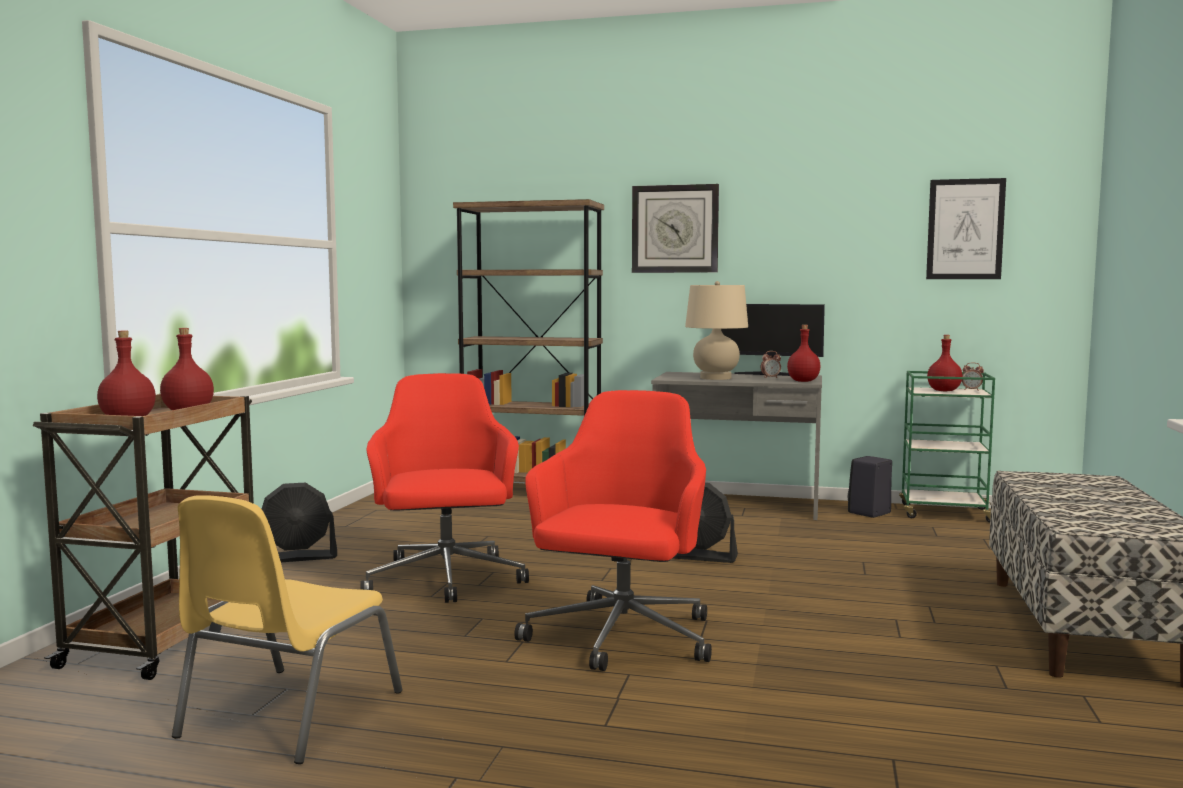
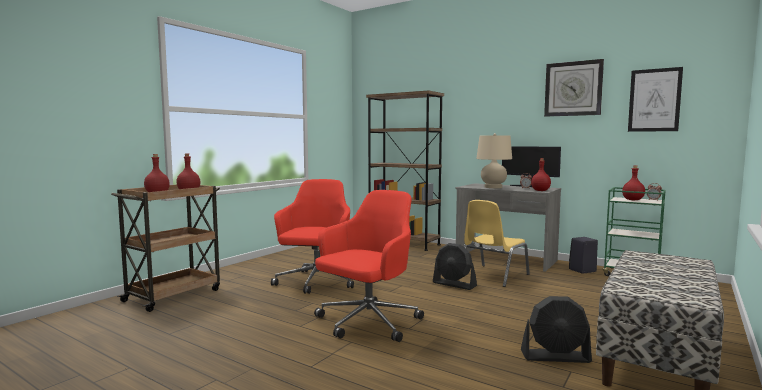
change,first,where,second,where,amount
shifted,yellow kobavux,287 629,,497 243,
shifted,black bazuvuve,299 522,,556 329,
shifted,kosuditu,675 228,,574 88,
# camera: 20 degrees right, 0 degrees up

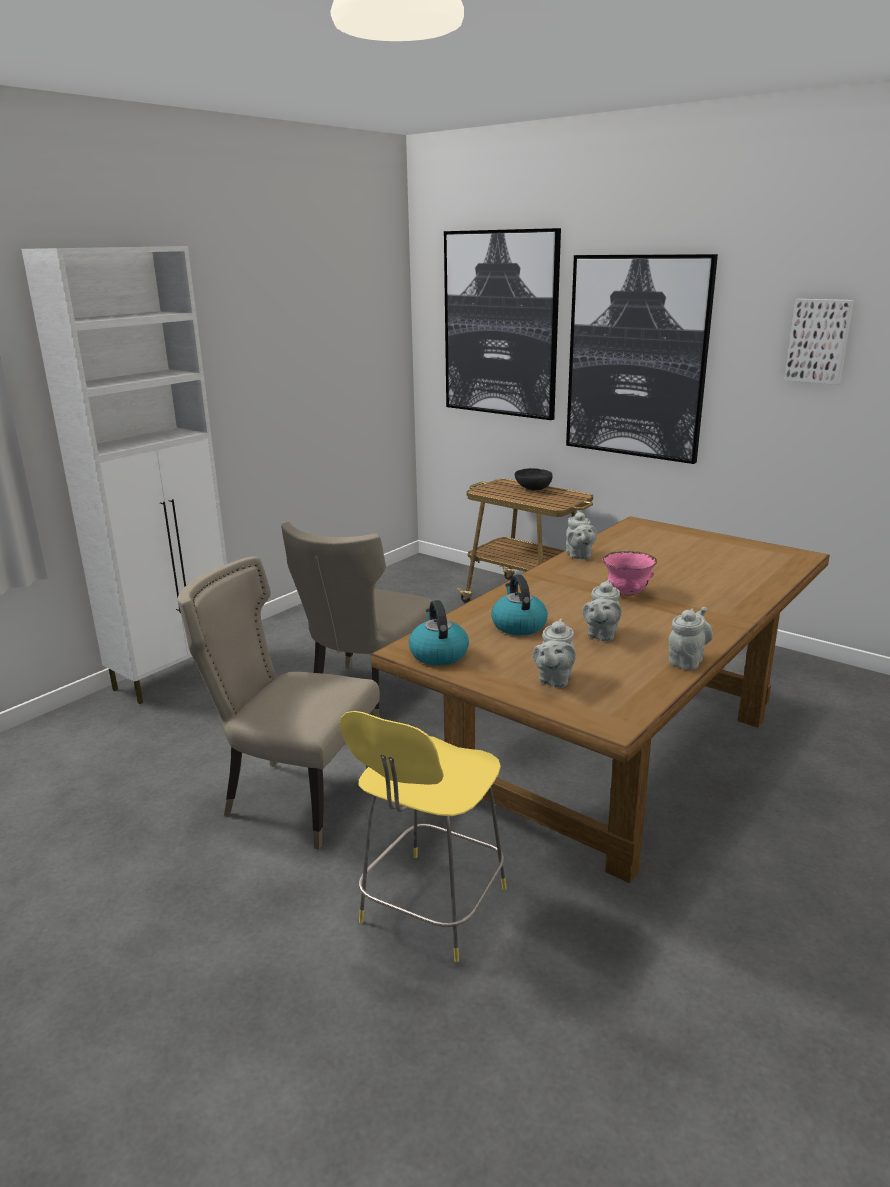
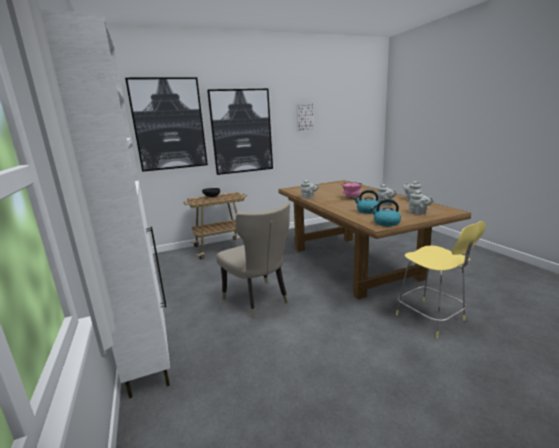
change,first,where,second,where,amount
gone,beige kobavux,279 703,,,
# camera: 60 degrees left, 5 degrees down

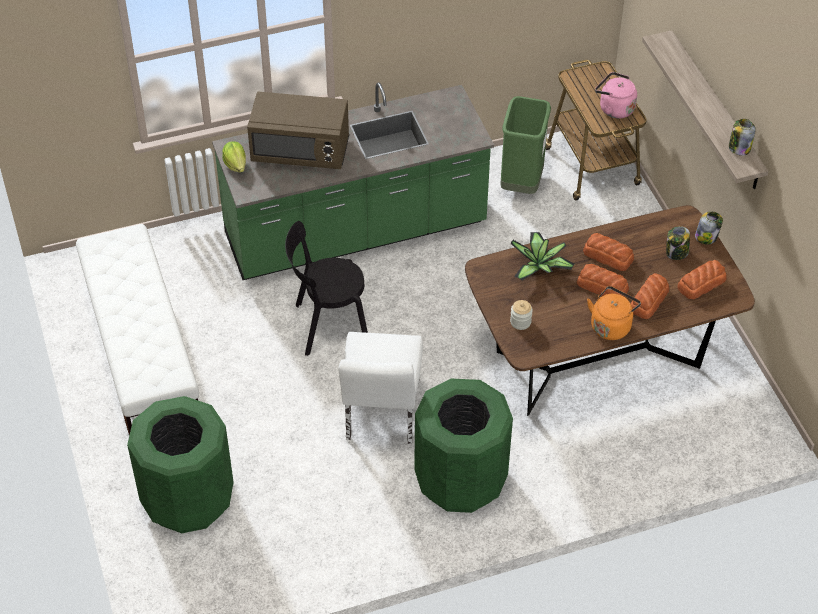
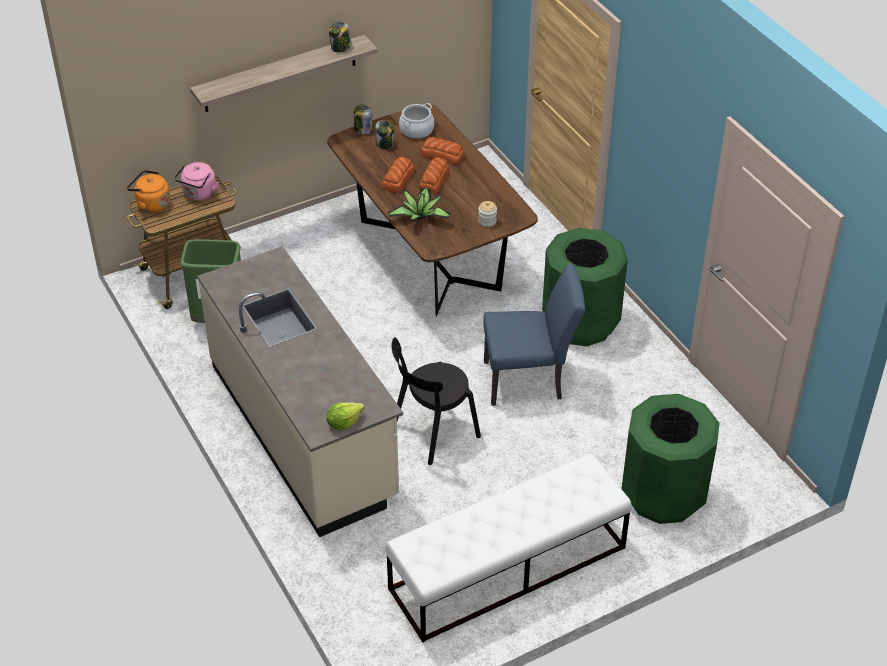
change,first,where,second,where,amount
repainted,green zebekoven,353 181,beige zebekoven,300 391,
gone,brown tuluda,298 130,,,
rotated,black kobavux,326 288,,436 401,75 degrees clockwise
repainted,white kobavux,380 388,blue kobavux,534 335,
shifted,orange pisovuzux,614 313,,148 191,
swapped,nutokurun,702 279,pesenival,416 121,
# camera: 100 degrees left, 5 degrees down

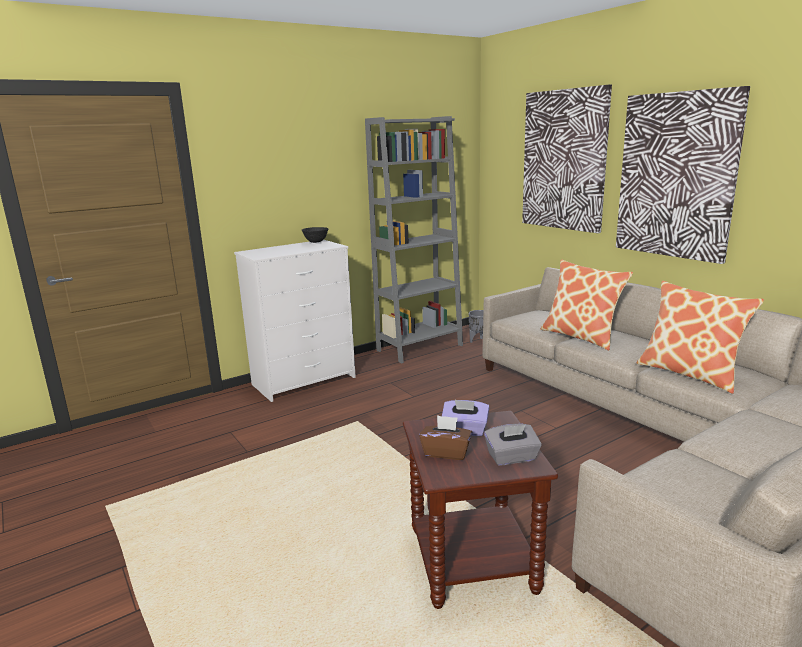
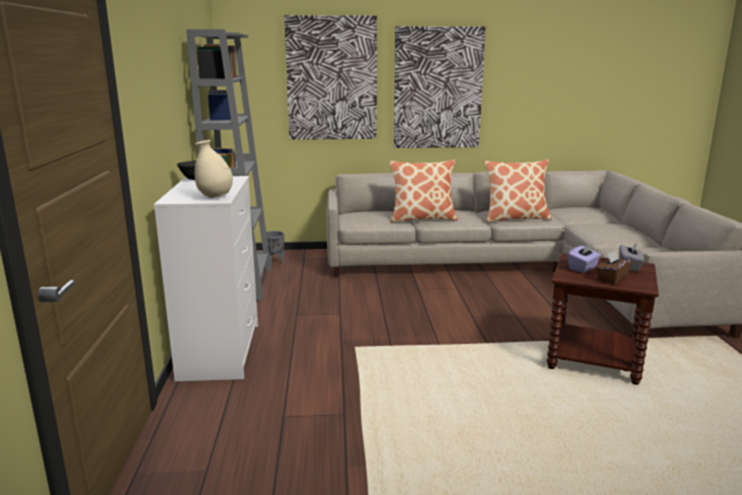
change,first,where,second,where,amount
new,,,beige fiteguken,214 169,
# camera: 60 degrees left, 0 degrees up

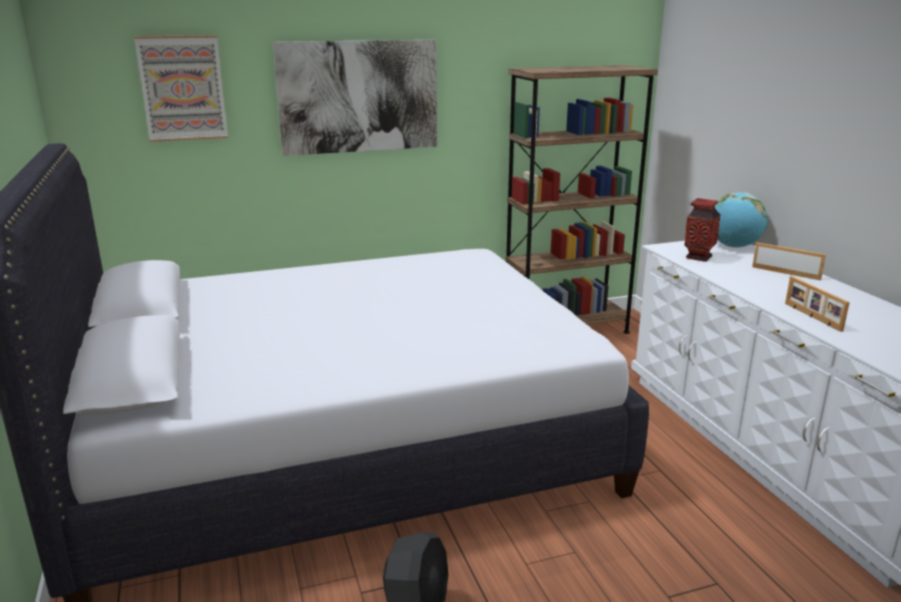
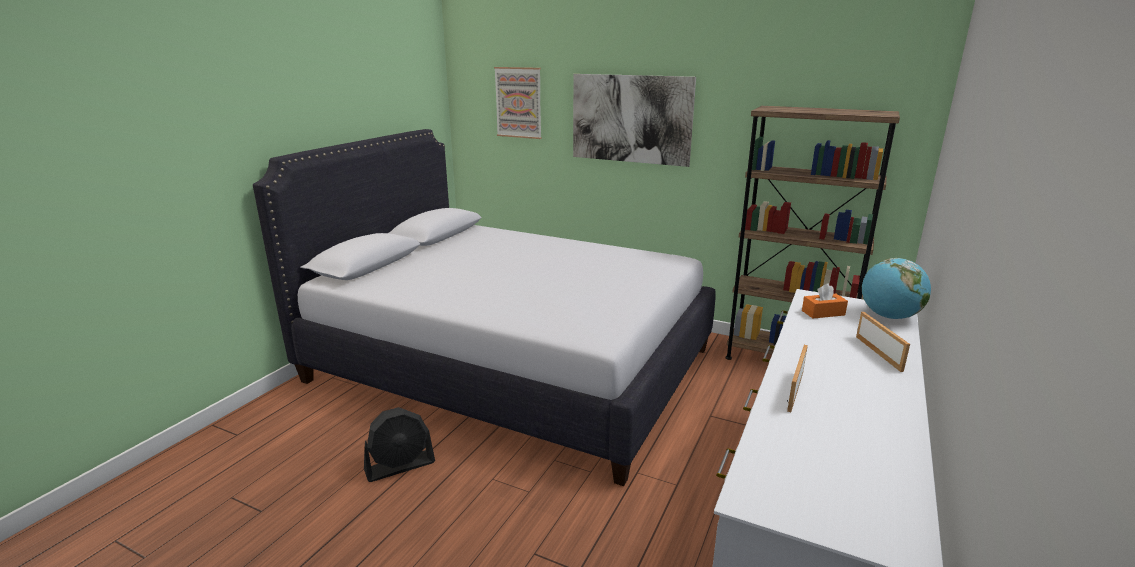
change,first,where,second,where,amount
swapped,fiteguken,702 230,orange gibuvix,825 301,
# camera: 45 degrees right, 0 degrees up

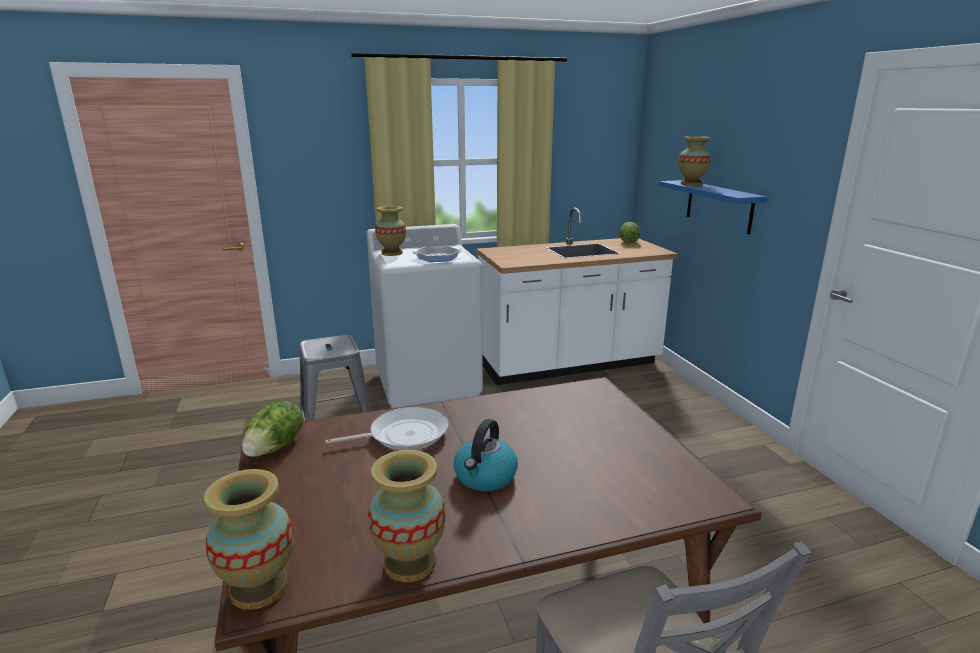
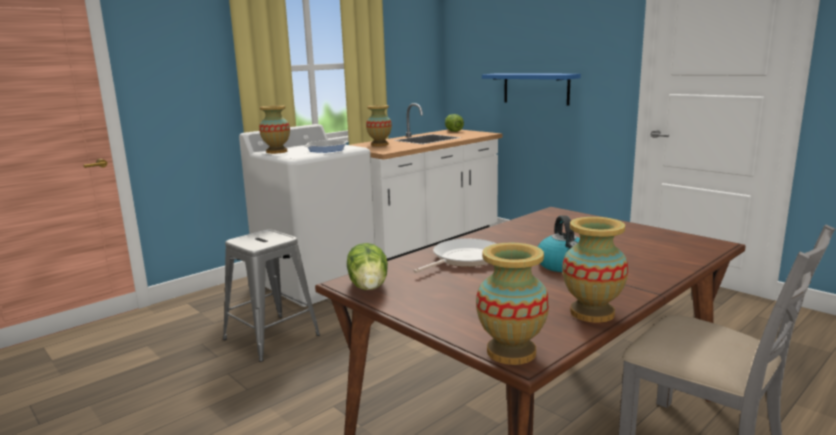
change,first,where,second,where,amount
shifted,fiteguken,694 161,,379 125,
# camera: 25 degrees left, 5 degrees down

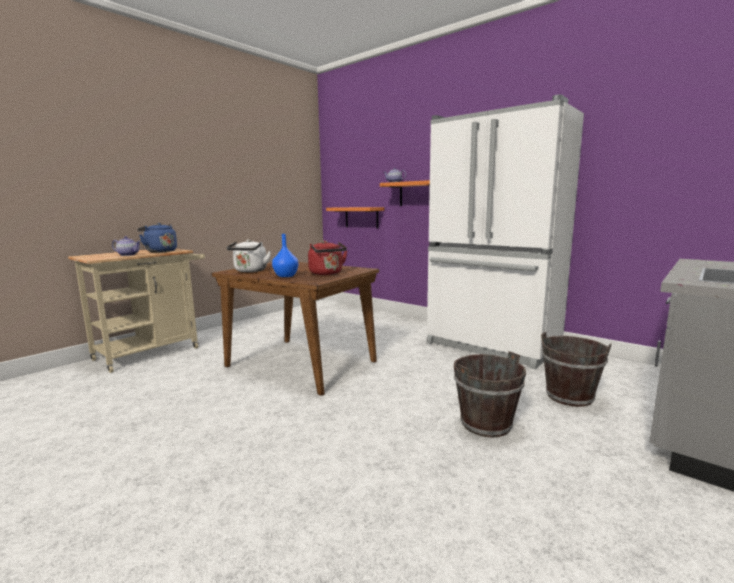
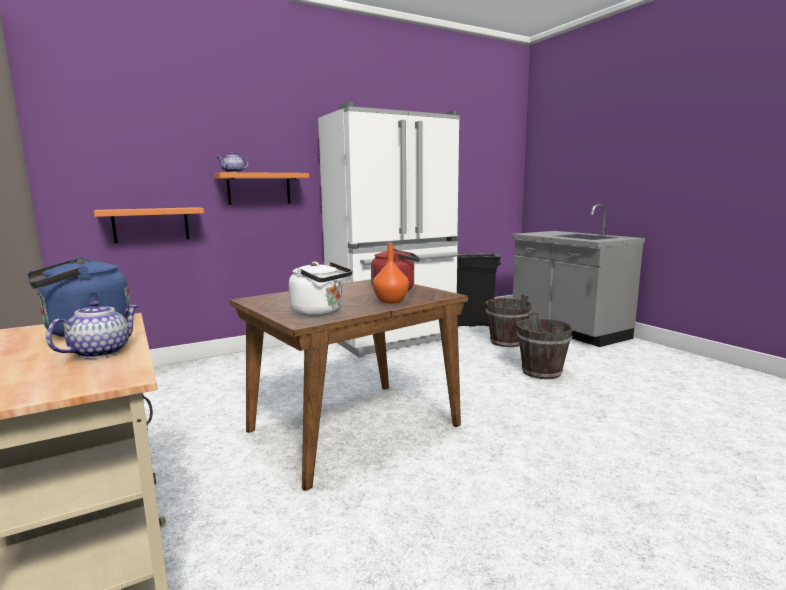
change,first,where,second,where,amount
repainted,blue fiteguken,285 255,orange fiteguken,391 273,
new,,,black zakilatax,479 290,
# camera: 70 degrees left, 0 degrees up

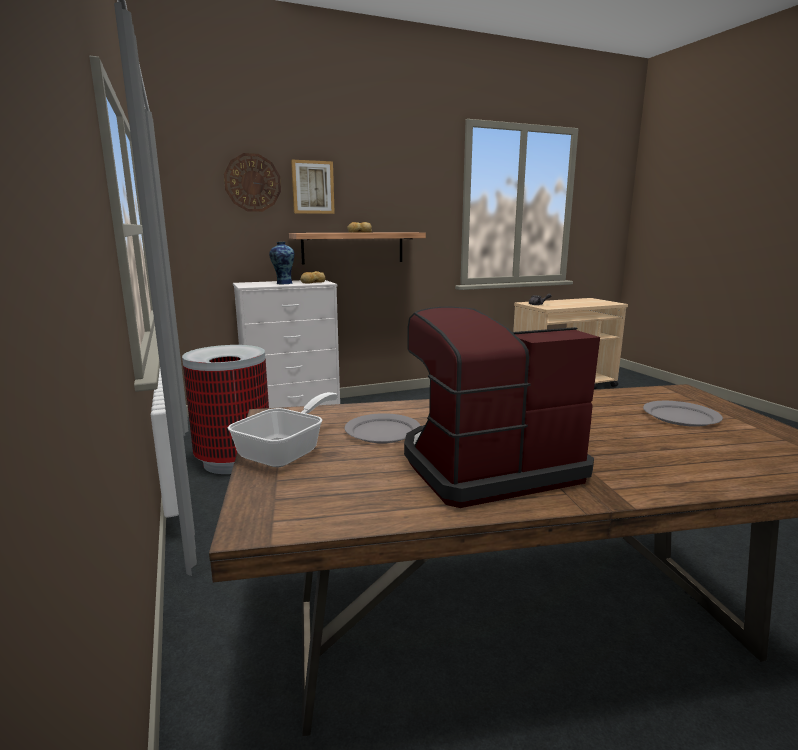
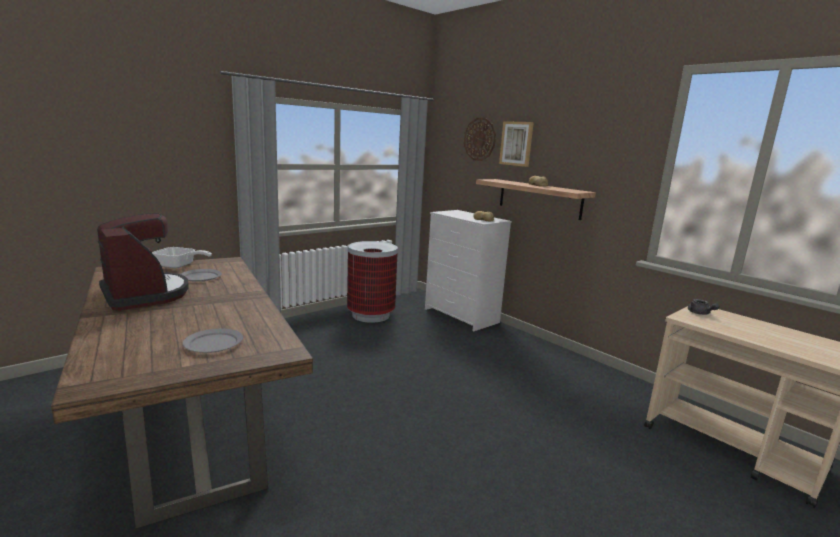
change,first,where,second,where,amount
gone,fiteguken,282 263,,,
# camera: 70 degrees right, 0 degrees up

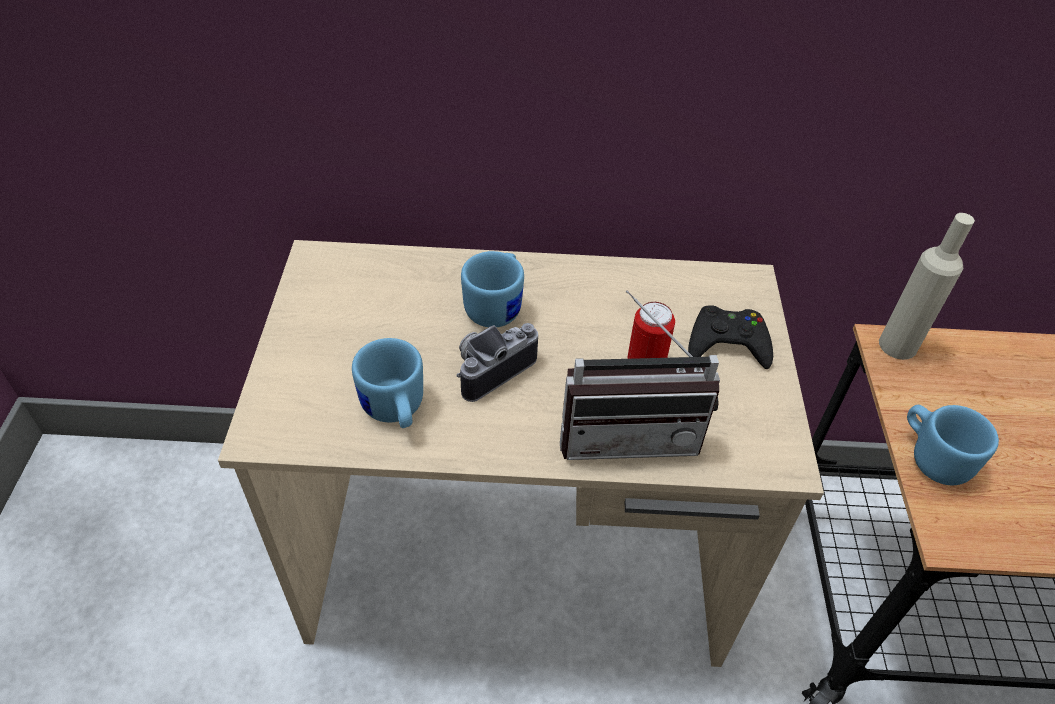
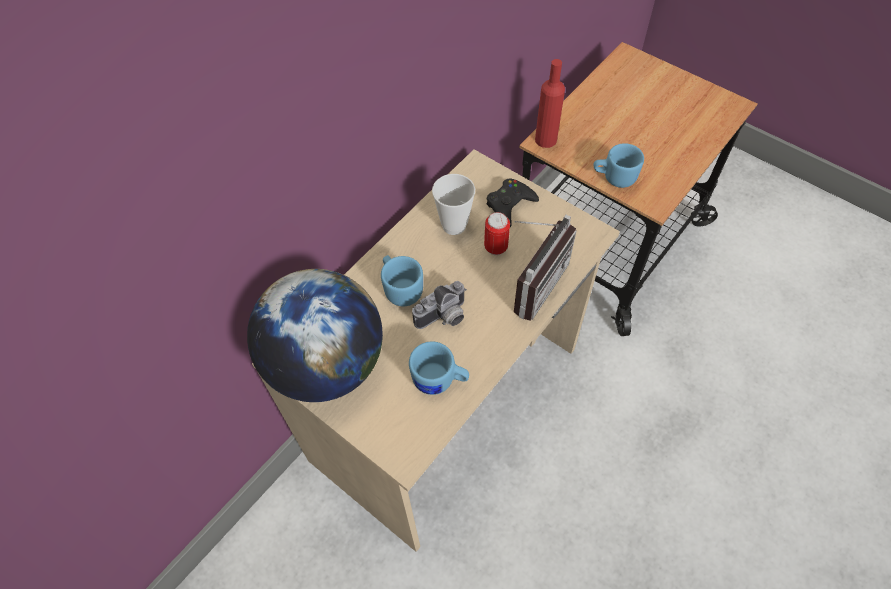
change,first,where,second,where,amount
rotated,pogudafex,497 362,,439 305,120 degrees counterclockwise
repainted,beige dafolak,927 286,red dafolak,550 103,
new,,,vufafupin,315 335,
new,,,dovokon,453 204,
# camera: 50 degrees left, 10 degrees up

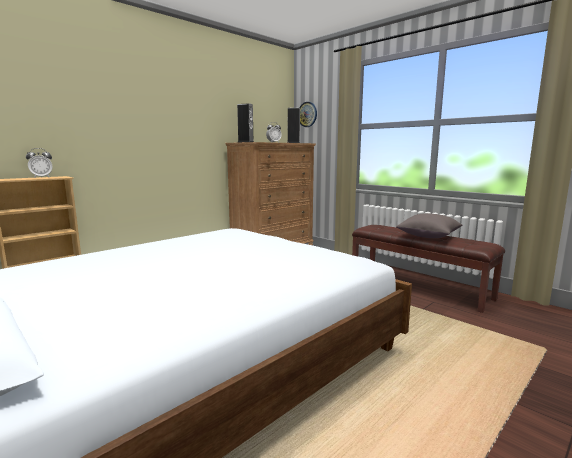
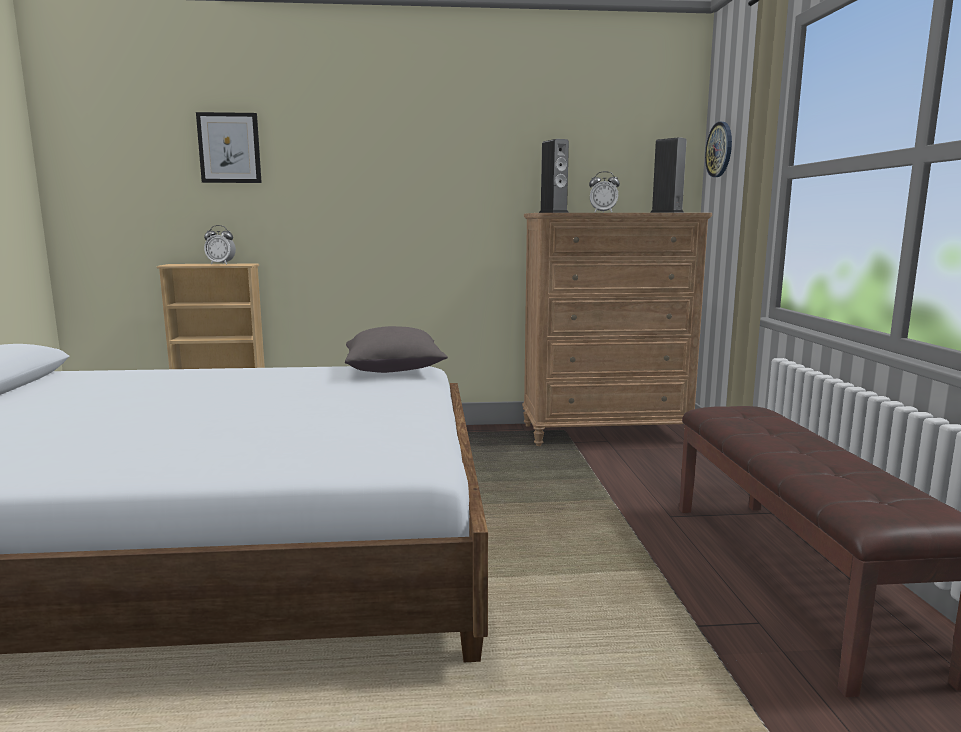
change,first,where,second,where,amount
shifted,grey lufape,429 225,,396 349,
new,,,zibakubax,229 147,
# camera: 40 degrees right, 0 degrees up

